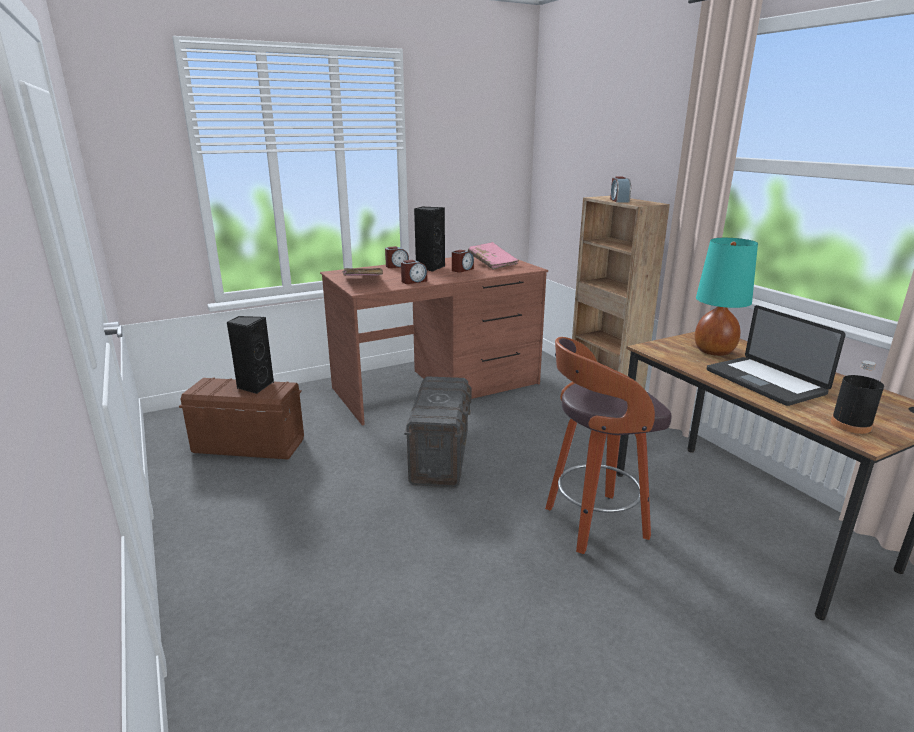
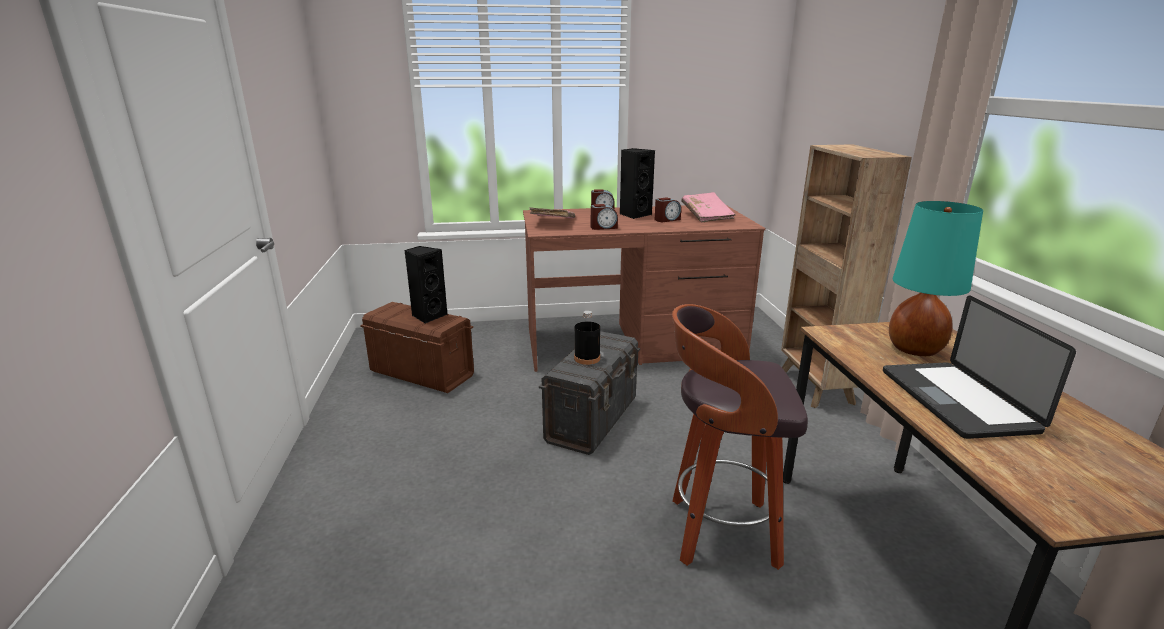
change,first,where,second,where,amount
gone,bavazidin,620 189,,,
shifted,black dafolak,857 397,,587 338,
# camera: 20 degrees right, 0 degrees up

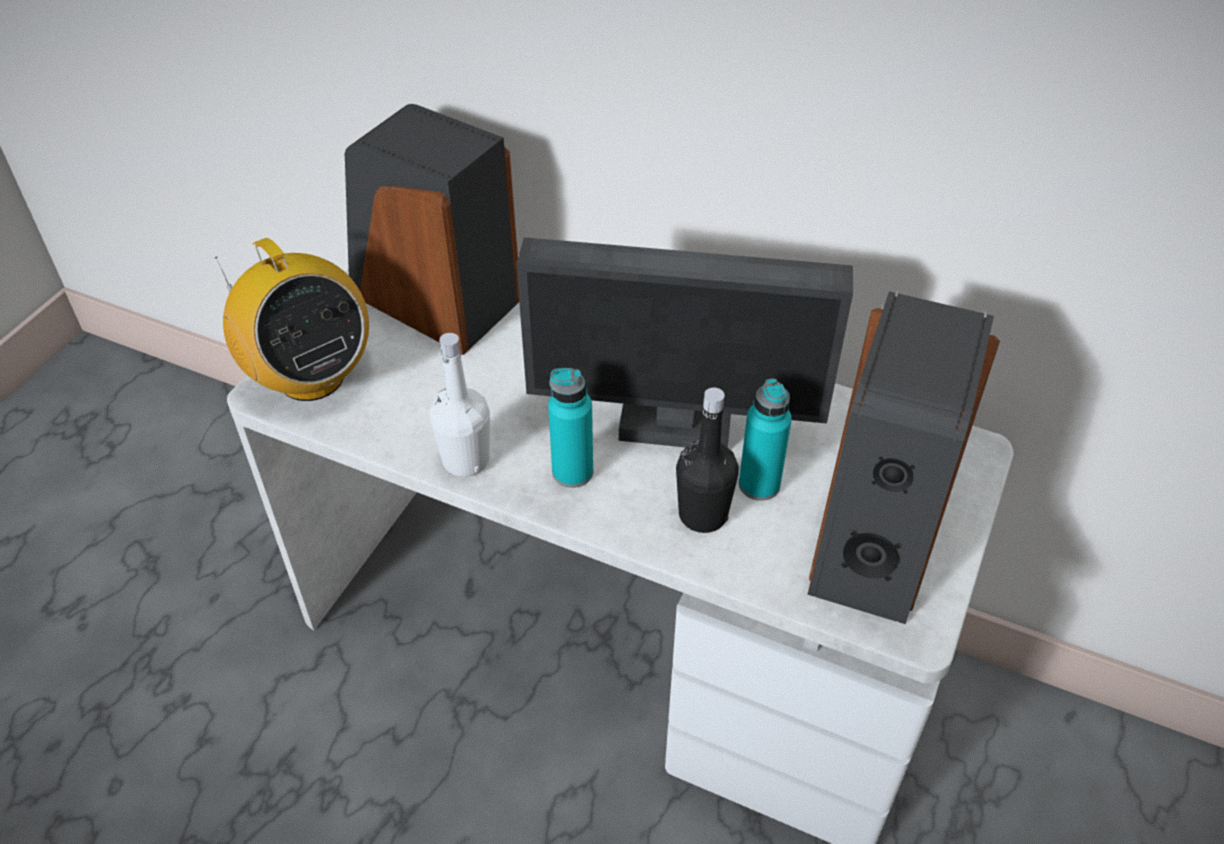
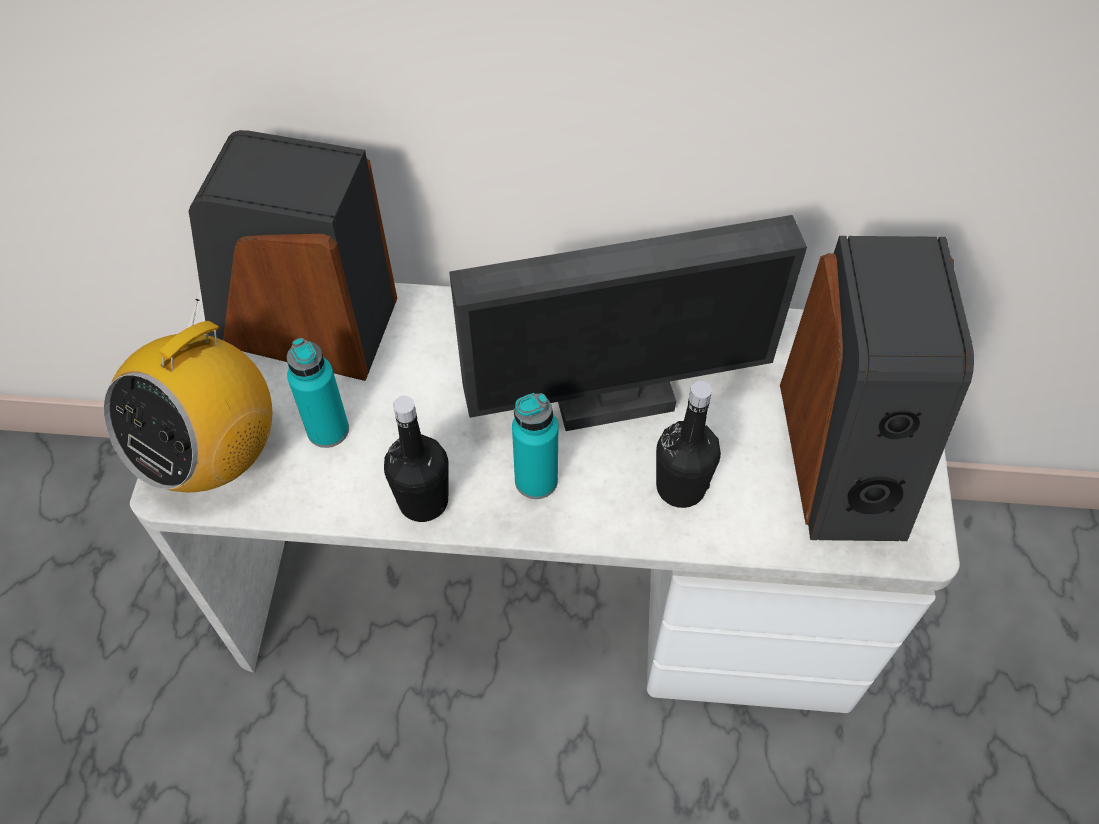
change,first,where,second,where,amount
rotated,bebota,292 319,,187 395,90 degrees clockwise
repainted,white dafolak,459 405,black dafolak,416 459,
shifted,turquoise dafolak,765 440,,318 393,
# camera: 20 degrees left, 10 degrees up

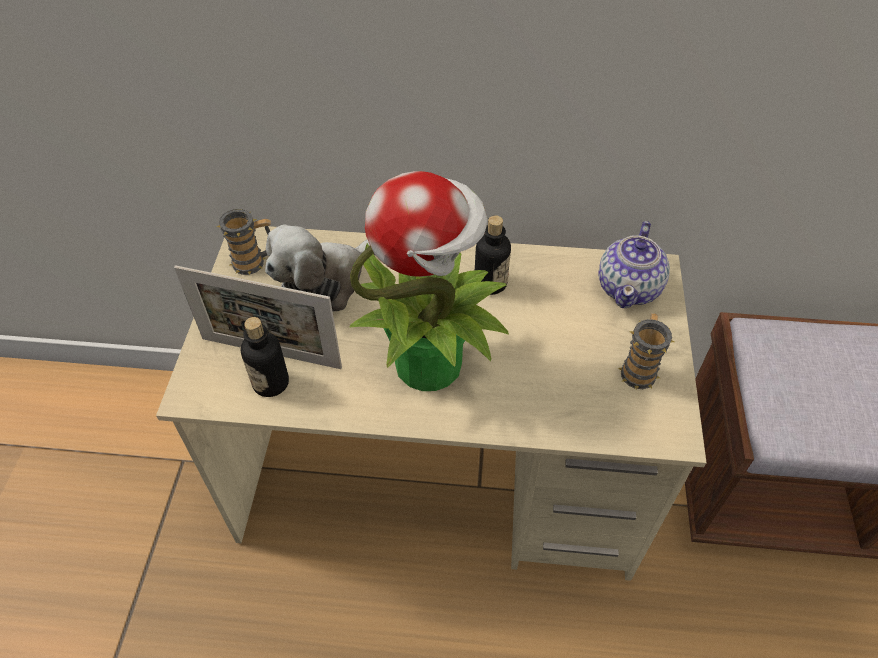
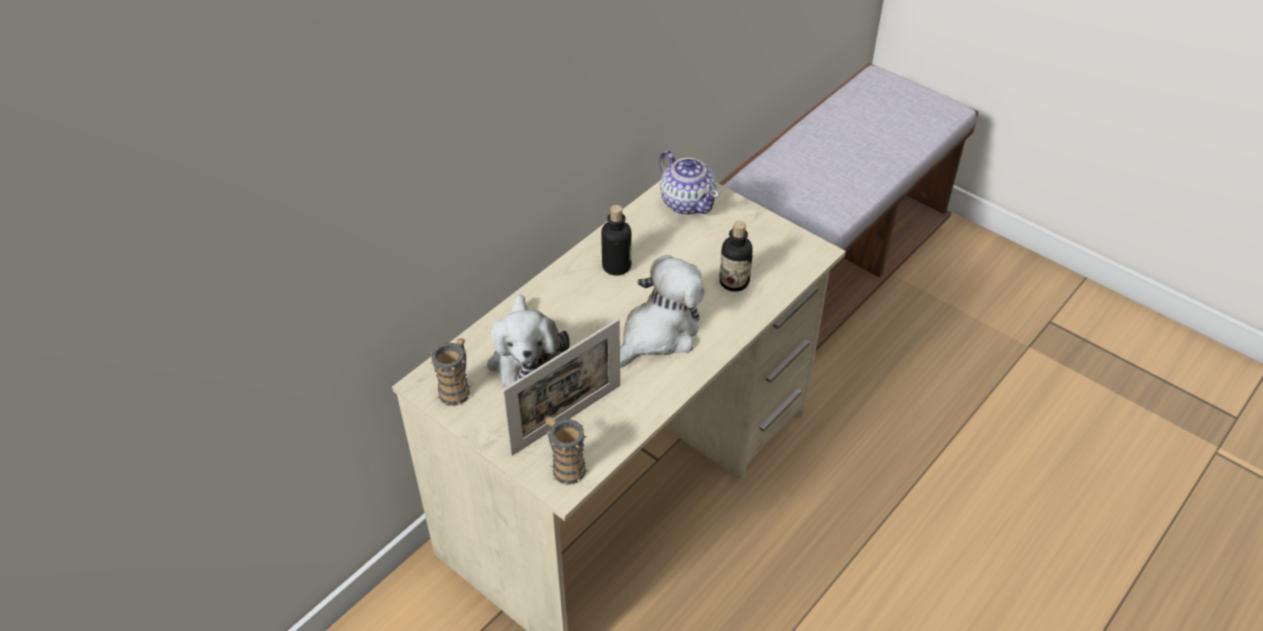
change,first,where,second,where,amount
shifted,dafolak,264 357,,736 256,
swapped,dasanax,429 281,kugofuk,662 311,
shifted,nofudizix,646 351,,566 451,
# camera: 55 degrees left, 5 degrees down

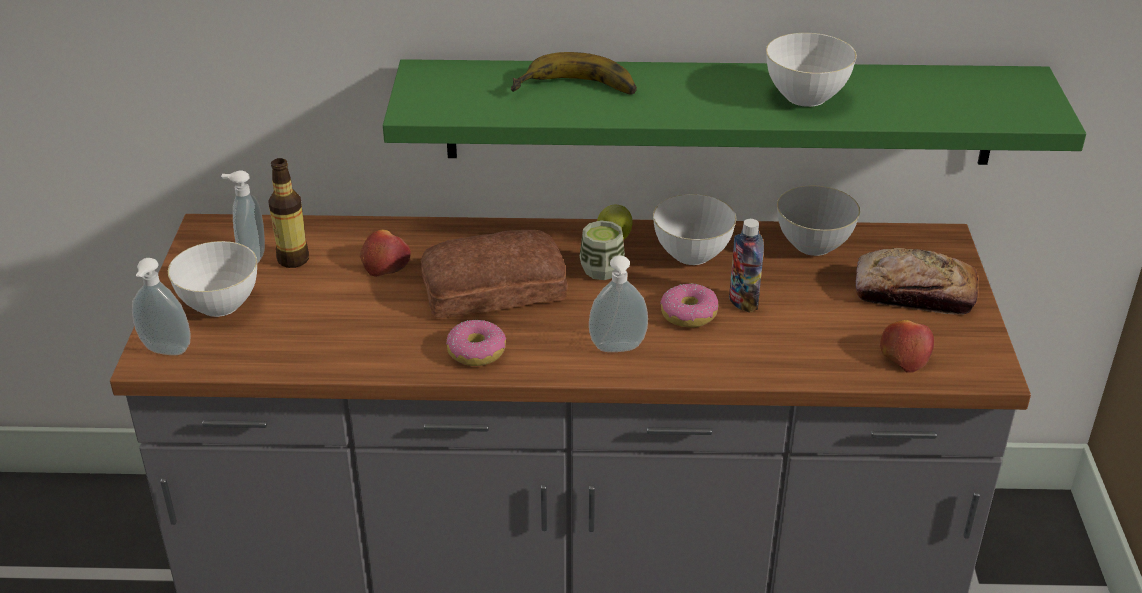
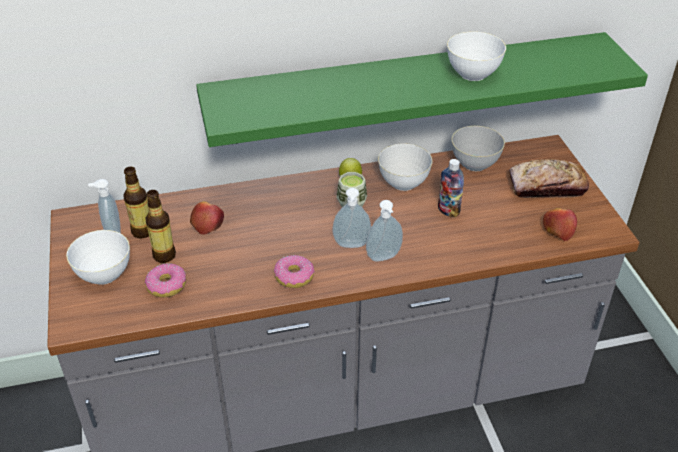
change,first,where,second,where,amount
shifted,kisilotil,161 306,,351 218,
gone,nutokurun,494 274,,,
gone,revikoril,574 73,,,
shifted,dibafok,689 305,,165 280,
new,,,dafolak,161 226,
# camera: 15 degrees left, 5 degrees up

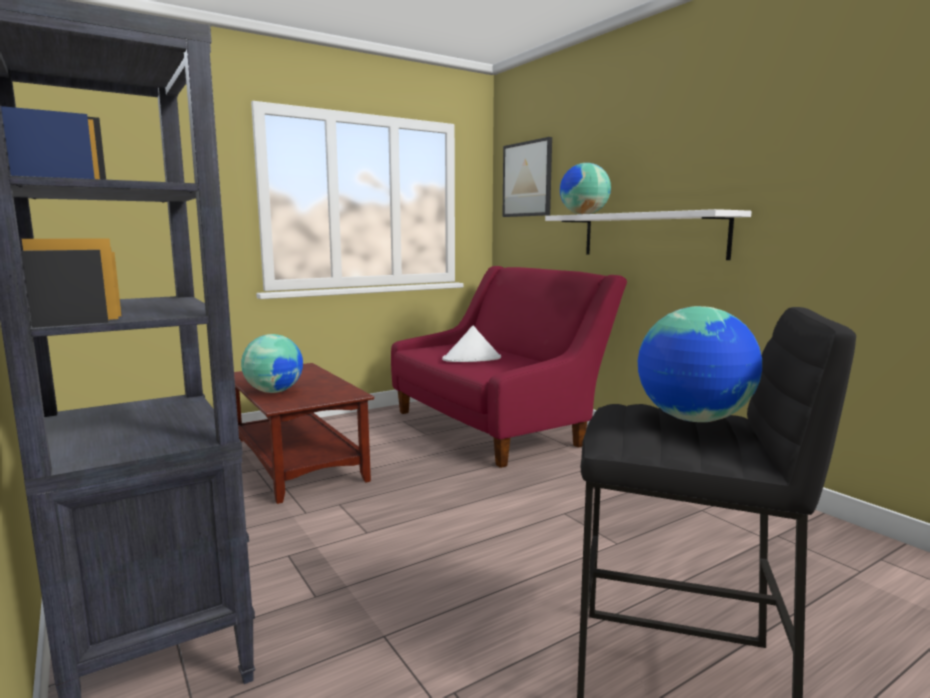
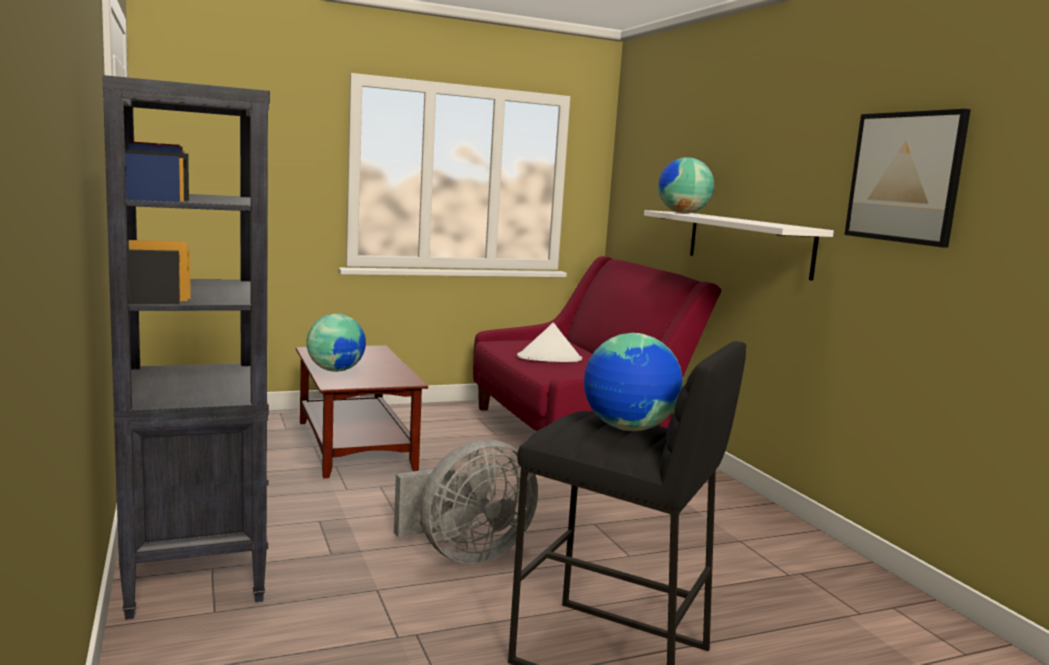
change,first,where,second,where,amount
shifted,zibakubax,527 177,,907 178,
new,,,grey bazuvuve,466 501,
# camera: 10 degrees right, 0 degrees up

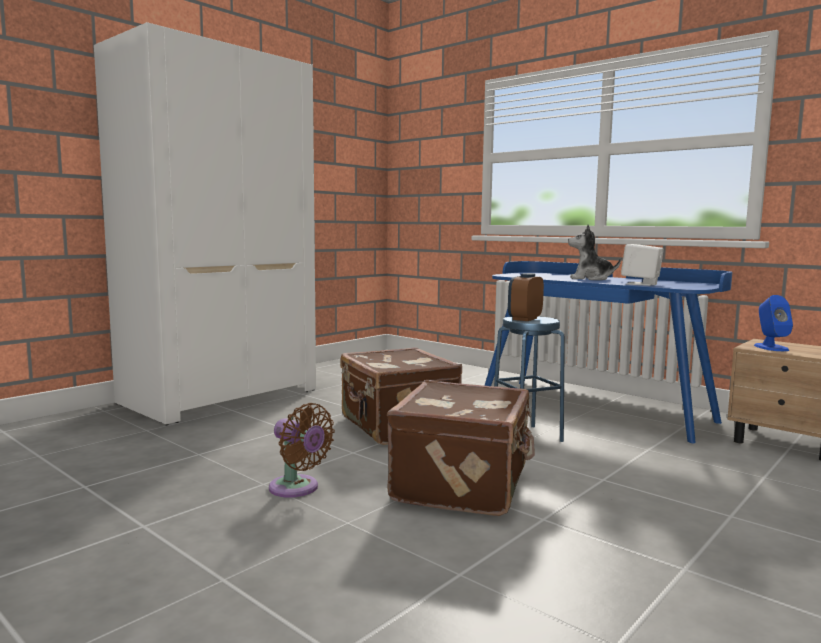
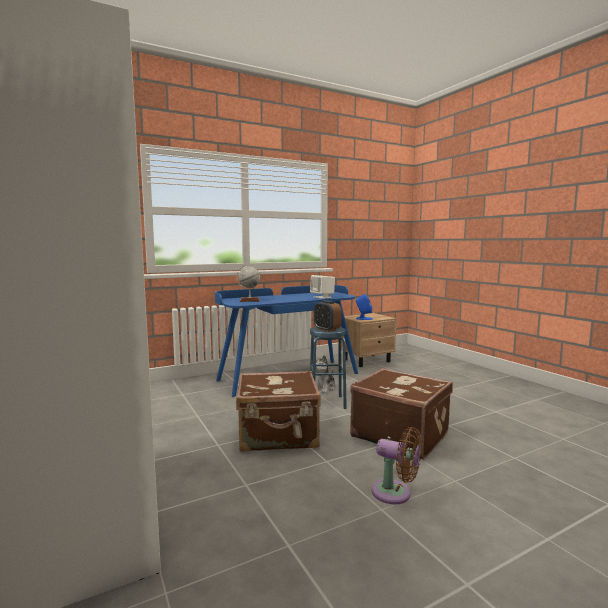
change,first,where,second,where,amount
rotated,brown bazuvuve,302 450,,397 465,60 degrees clockwise
shifted,kugofuk,594 252,,325 374,
new,,,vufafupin,248 283,
# camera: 70 degrees left, 0 degrees up

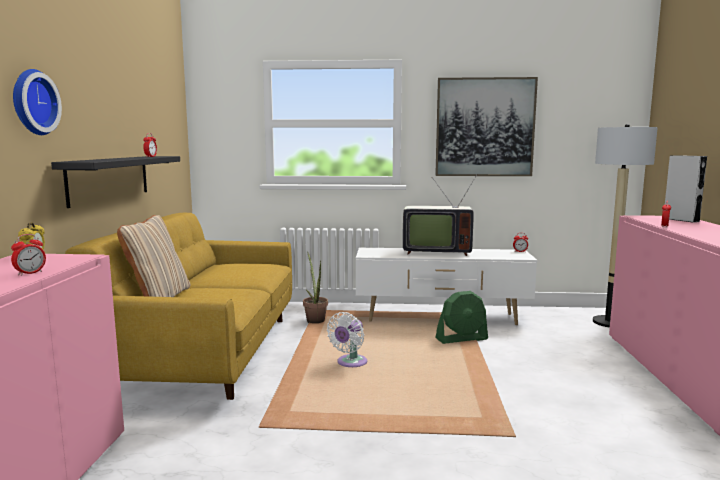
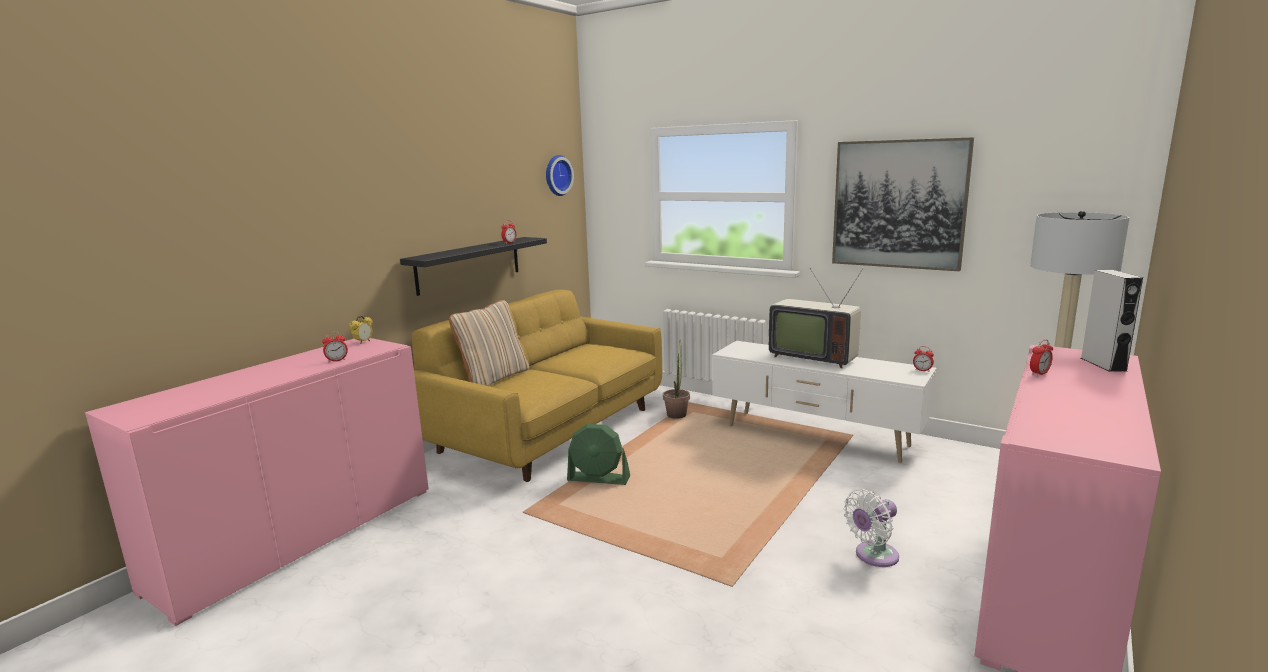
change,first,where,second,where,amount
shifted,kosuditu,37 102,,560 175,
shifted,white bazuvuve,347 339,,871 528,
shifted,green bazuvuve,461 317,,598 454,
# camera: 30 degrees right, 5 degrees up

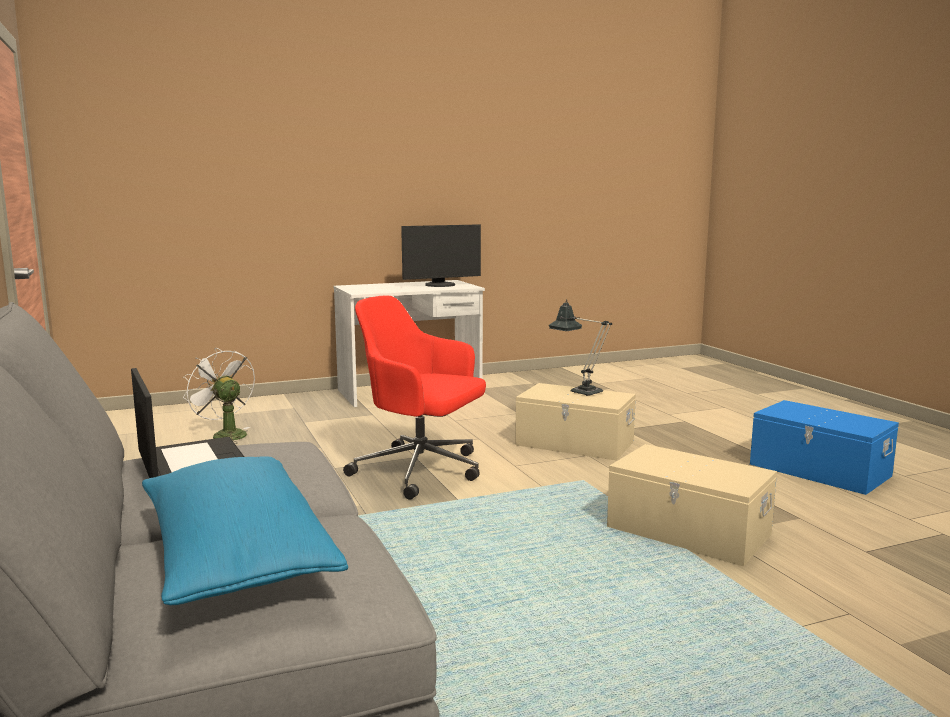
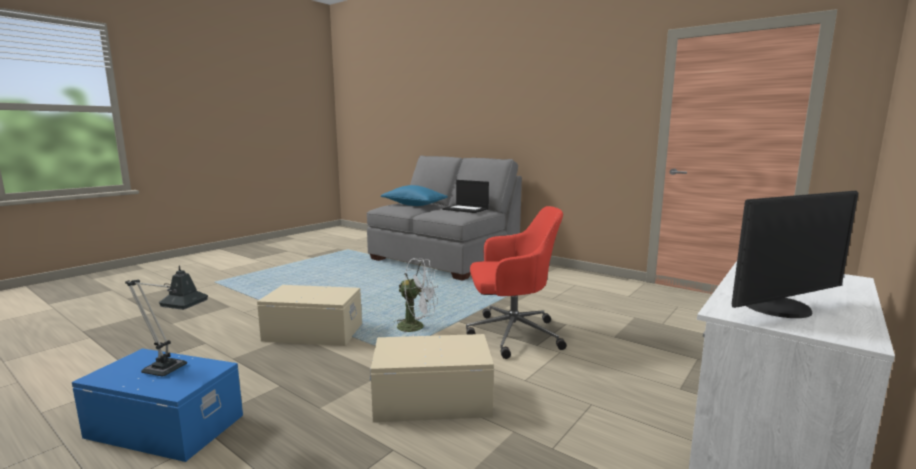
change,first,where,second,where,amount
shifted,white bazuvuve,219 396,,415 297,
rotated,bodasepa,441 255,,795 254,150 degrees counterclockwise
shifted,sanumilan,580 347,,166 321,
# camera: 150 degrees right, 0 degrees up

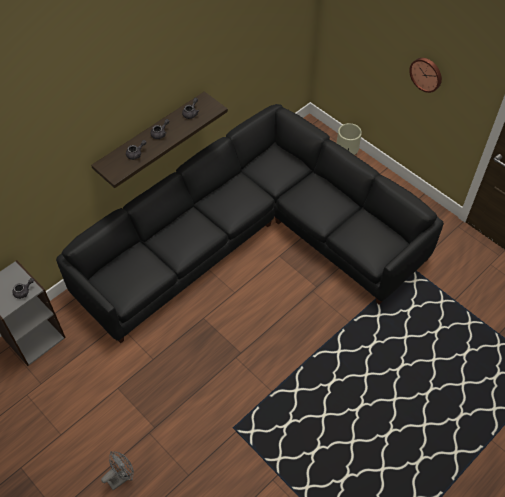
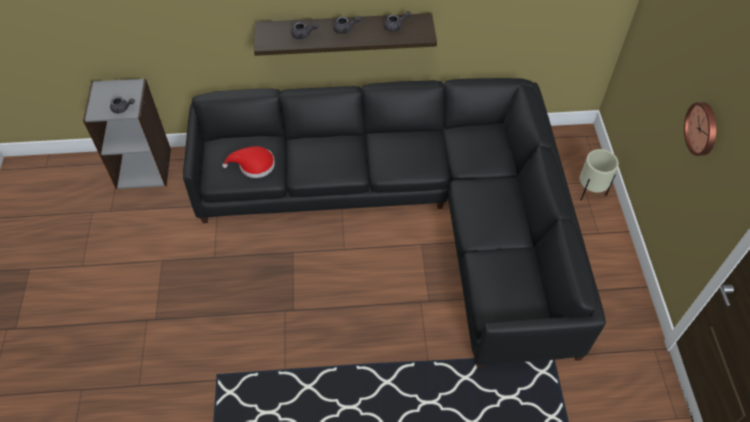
change,first,where,second,where,amount
gone,grey bazuvuve,117 470,,,
new,,,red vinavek,248 162,
# camera: 40 degrees right, 0 degrees up

